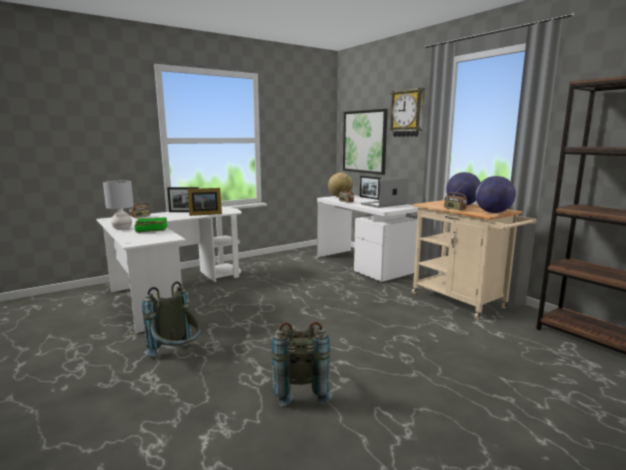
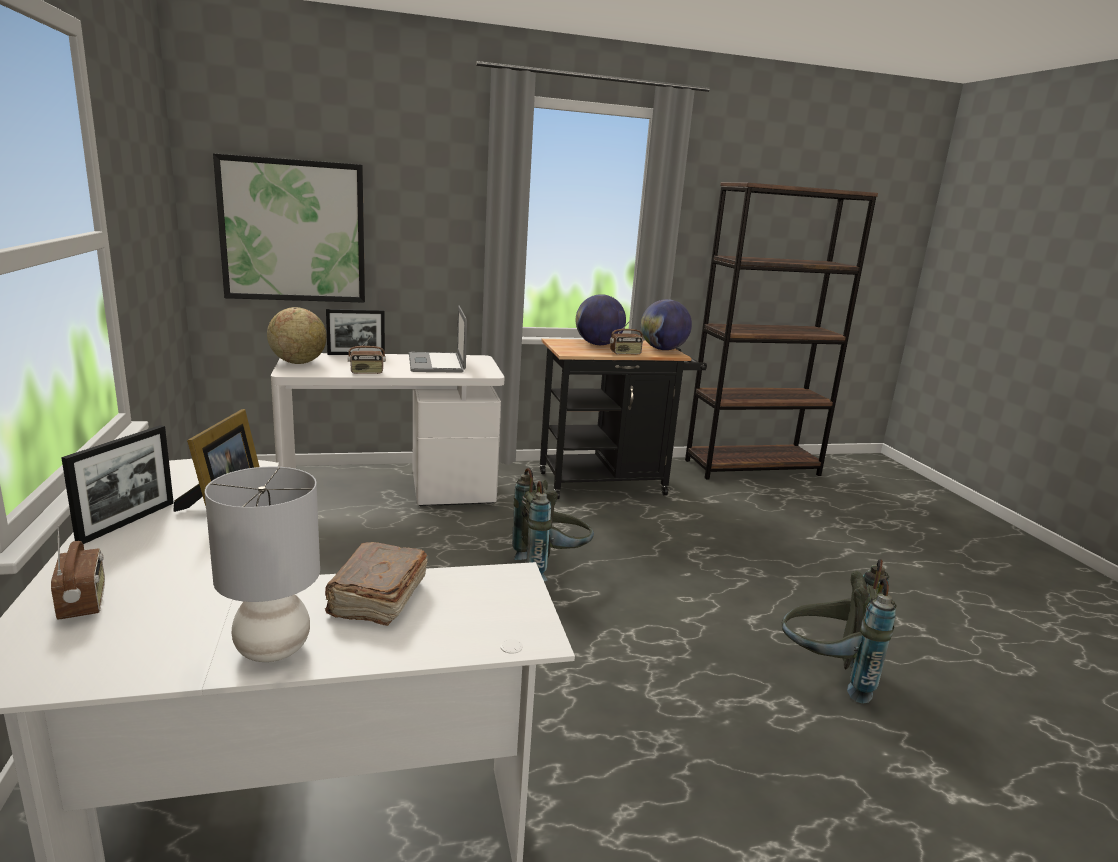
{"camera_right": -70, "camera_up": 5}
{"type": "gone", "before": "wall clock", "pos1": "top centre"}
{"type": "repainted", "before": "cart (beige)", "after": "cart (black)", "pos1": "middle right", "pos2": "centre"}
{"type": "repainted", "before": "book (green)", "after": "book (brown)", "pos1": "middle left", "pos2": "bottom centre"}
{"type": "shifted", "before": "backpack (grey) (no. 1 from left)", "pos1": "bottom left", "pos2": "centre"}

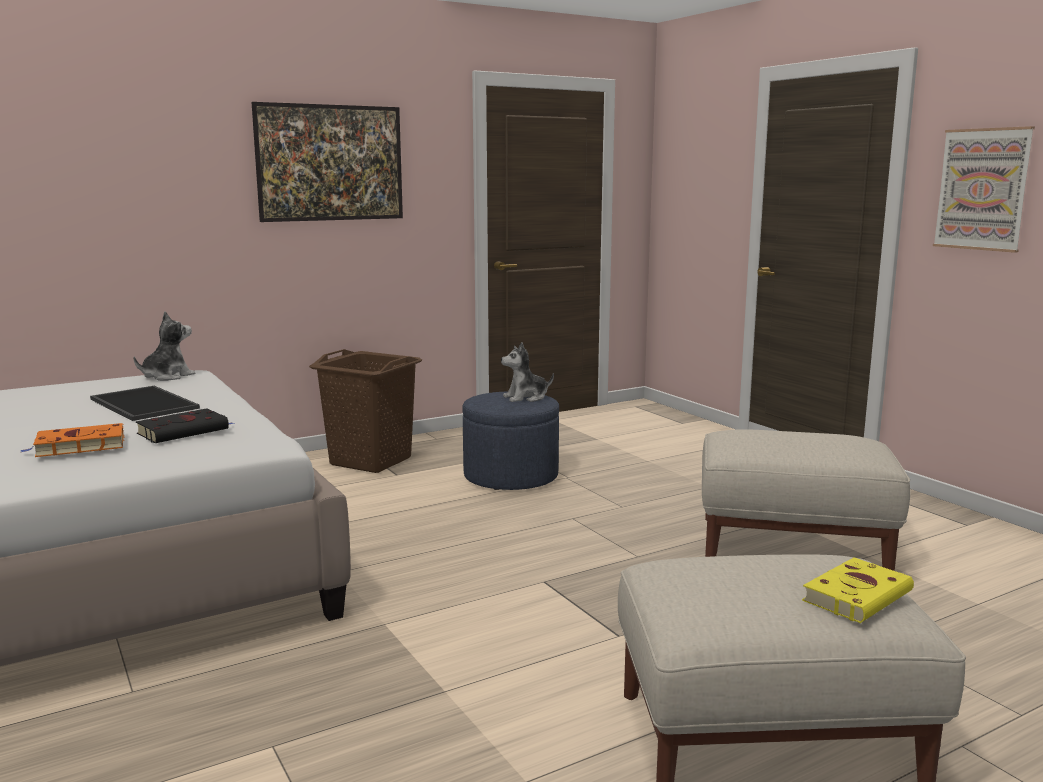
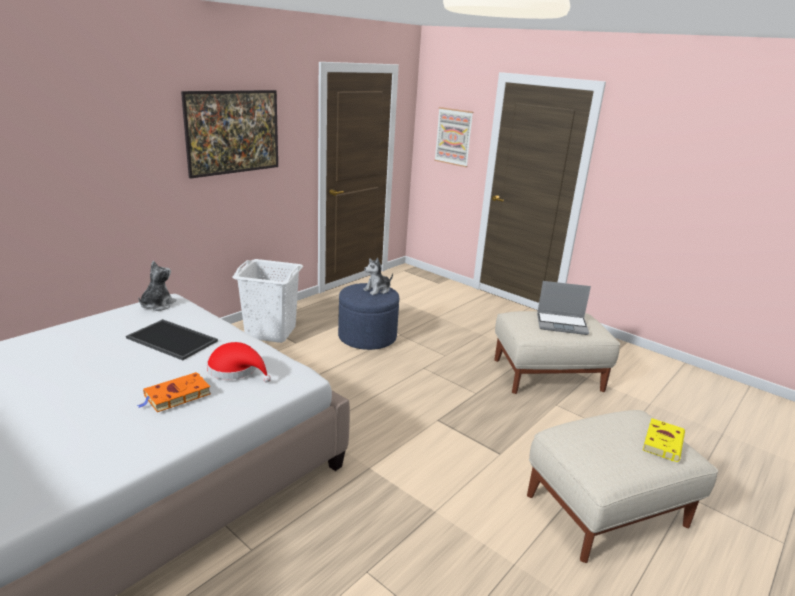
{"camera_right": -20, "camera_up": 10}
{"type": "shifted", "before": "picture (no. 2 from left)", "pos1": "top right", "pos2": "top centre"}
{"type": "repainted", "before": "laundry basket (brown)", "after": "laundry basket (white)", "pos1": "centre", "pos2": "centre"}
{"type": "swapped", "before": "book (black)", "after": "hat (red)", "pos1": "middle left", "pos2": "middle left"}
{"type": "new", "after": "laptop", "pos2": "middle right"}

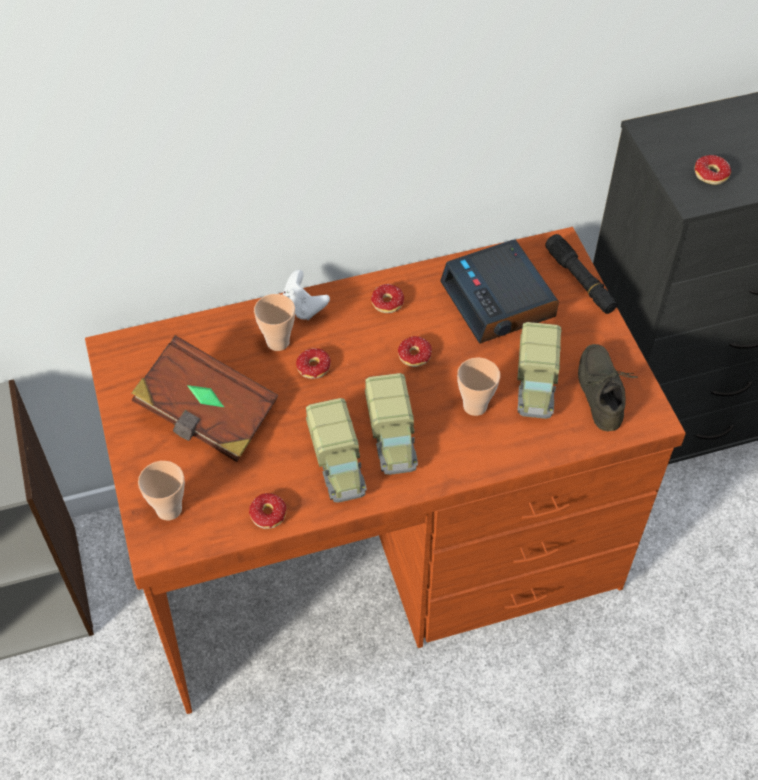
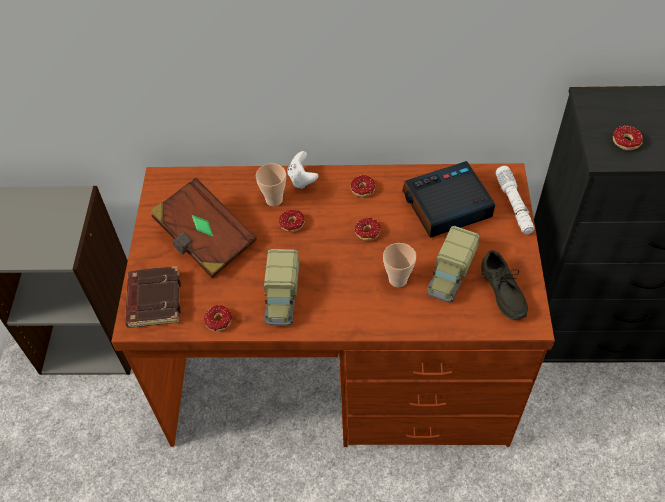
{"camera_right": 20, "camera_up": 0}
{"type": "repainted", "before": "flashlight (black)", "after": "flashlight (white)", "pos1": "middle right", "pos2": "middle right"}
{"type": "rotated", "before": "alarm clock", "pos1": "centre", "pos2": "middle right", "turn": 75}
{"type": "rotated", "before": "shoe (grey)", "pos1": "middle right", "pos2": "middle right", "turn": 150}
{"type": "gone", "before": "toy truck (no. 2 from left)", "pos1": "centre"}
{"type": "swapped", "before": "cup (no. 1 from left)", "after": "book (brown) (no. 1 from left)", "pos1": "middle left", "pos2": "middle left"}

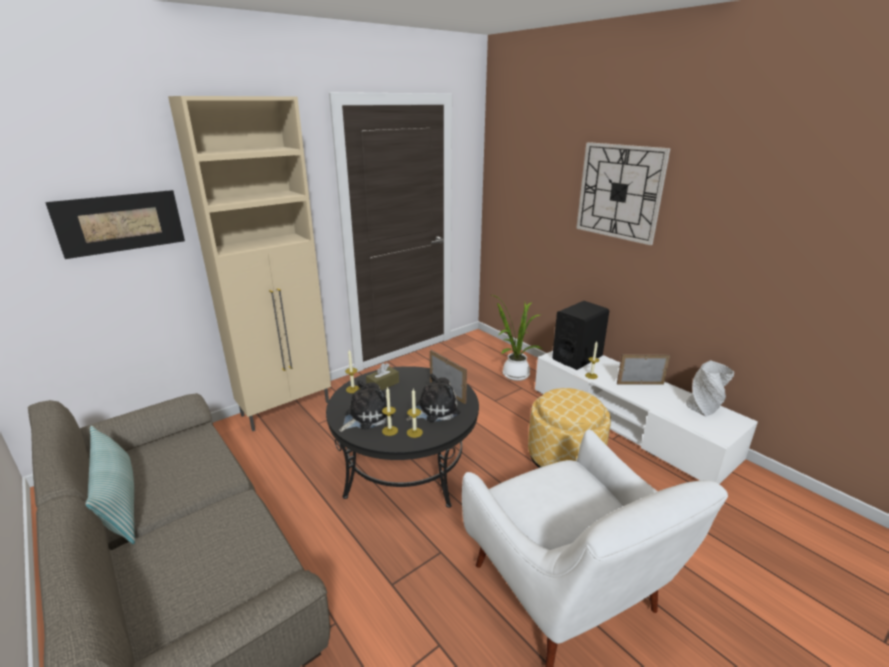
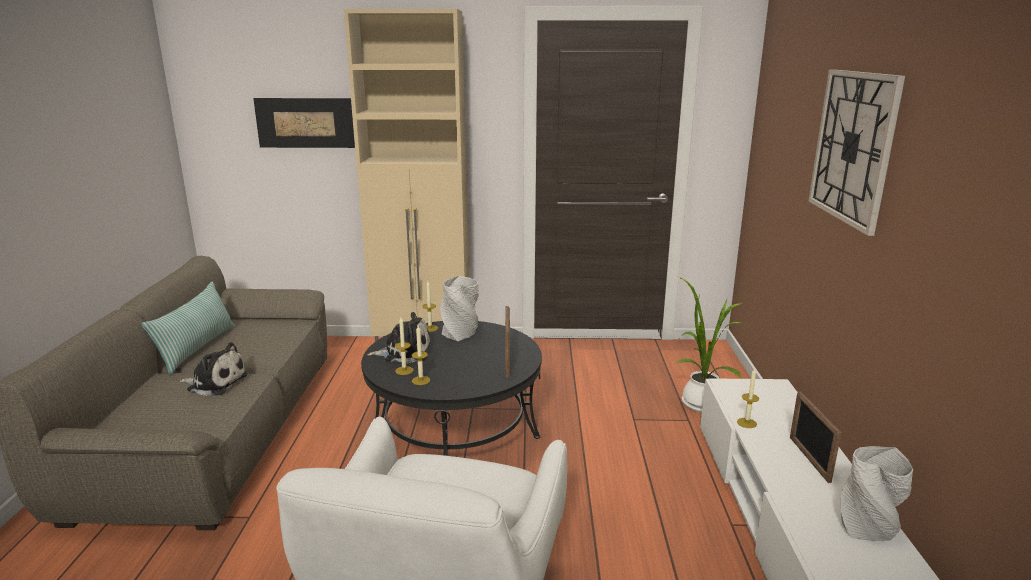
{"camera_right": 40, "camera_up": -5}
{"type": "gone", "before": "speaker (black)", "pos1": "centre"}
{"type": "rotated", "before": "picture frame (no. 2 from left)", "pos1": "middle right", "pos2": "bottom right", "turn": -135}
{"type": "swapped", "before": "tissue box (brown)", "after": "vase (grey) (no. 1 from left)", "pos1": "centre", "pos2": "centre"}
{"type": "shifted", "before": "plush toy (no. 2 from left in the first image)", "after": "plush toy (no. 1 from left)", "pos1": "centre", "pos2": "middle left"}
{"type": "gone", "before": "ottoman", "pos1": "centre"}

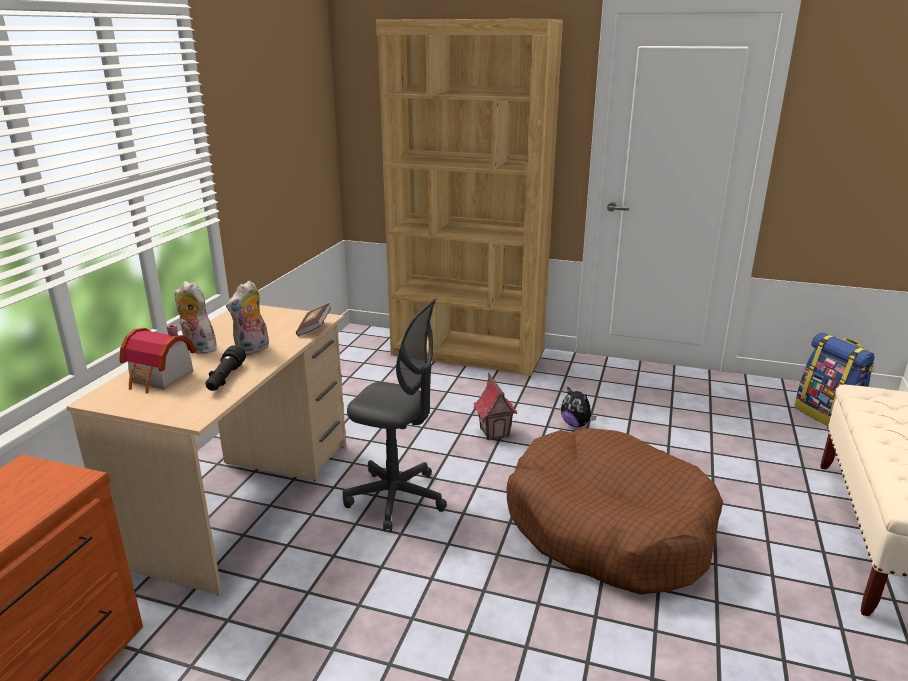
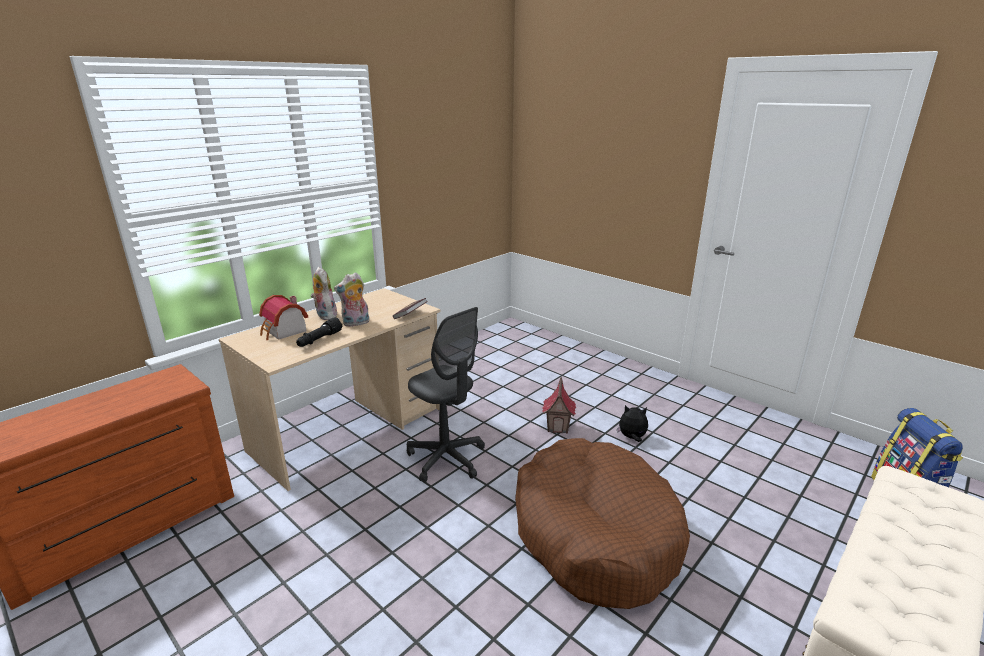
{"camera_right": 25, "camera_up": 0}
{"type": "gone", "before": "bookcase (brown)", "pos1": "top centre"}
{"type": "rotated", "before": "plush toy (no. 3 from left)", "pos1": "centre", "pos2": "centre", "turn": 120}

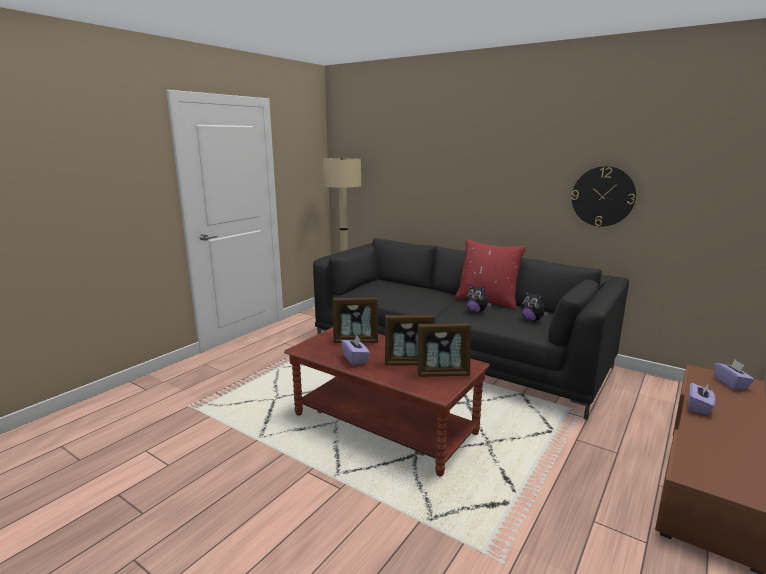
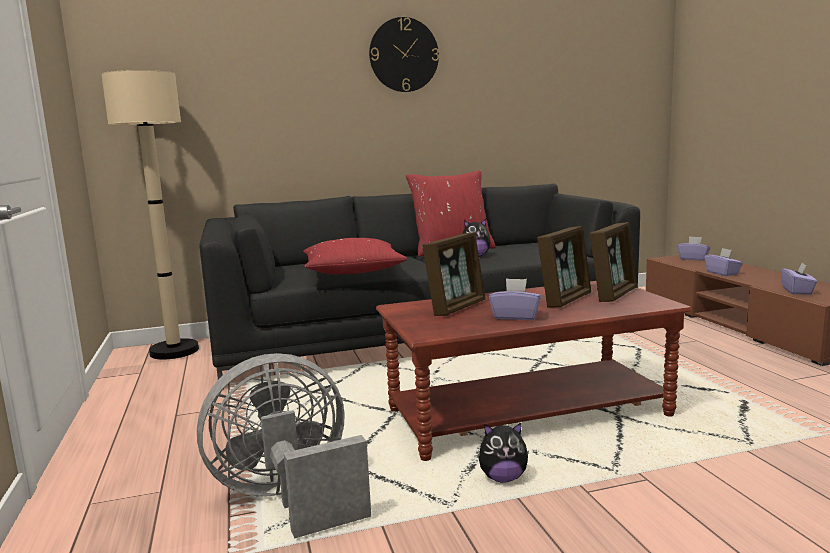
{"camera_right": -50, "camera_up": -5}
{"type": "shifted", "before": "wall clock", "pos1": "middle right", "pos2": "top centre"}
{"type": "shifted", "before": "plush toy (no. 2 from left)", "pos1": "middle right", "pos2": "bottom centre"}
{"type": "new", "after": "pillow (red) (no. 1 from left)", "pos2": "centre"}
{"type": "new", "after": "tissue box (purple) (no. 4 from left)", "pos2": "middle right"}
{"type": "new", "after": "fan (grey)", "pos2": "bottom centre"}

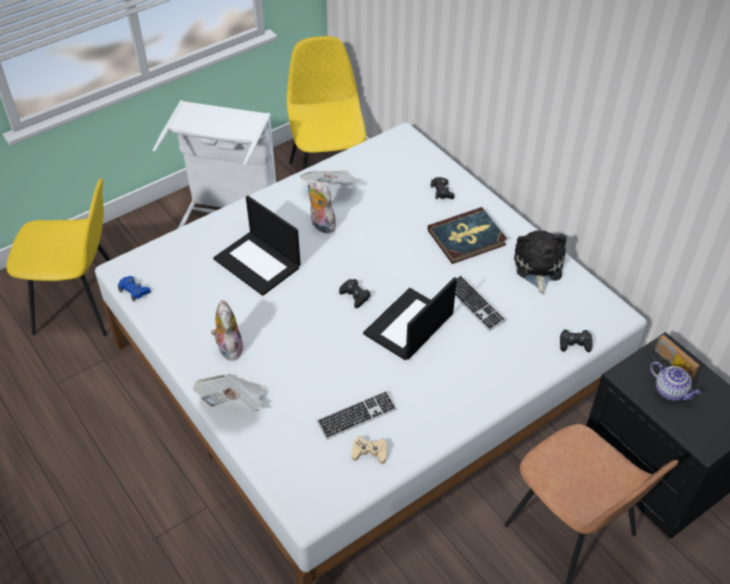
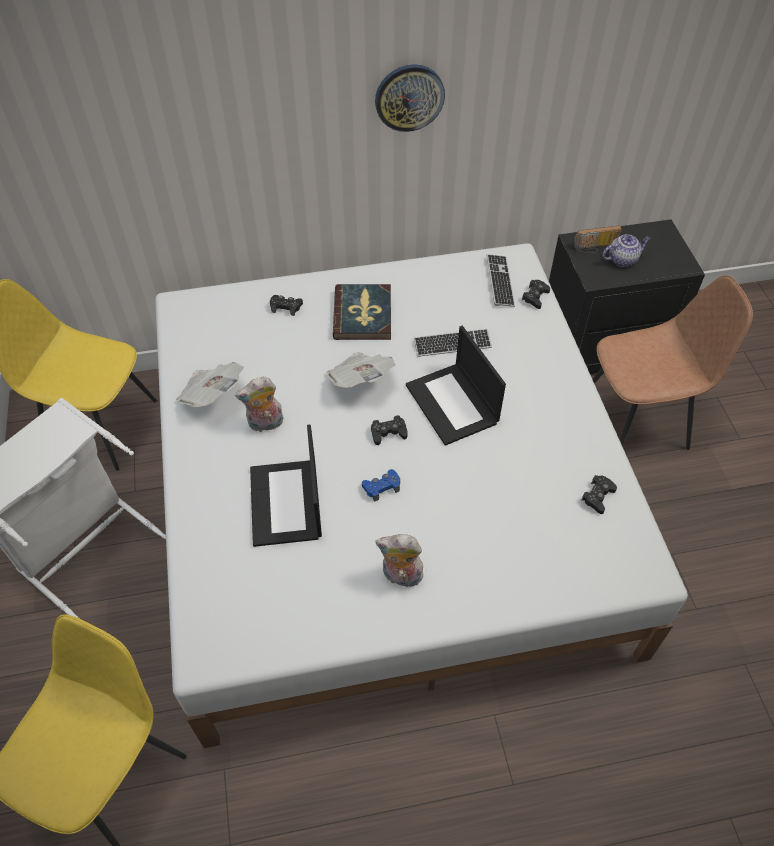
{"camera_right": -65, "camera_up": 5}
{"type": "rotated", "before": "laptop (no. 1 from left)", "pos1": "centre", "pos2": "centre", "turn": 105}
{"type": "gone", "before": "plush toy (no. 3 from left)", "pos1": "middle right"}
{"type": "shifted", "before": "game controller (blue)", "pos1": "middle left", "pos2": "centre"}
{"type": "shifted", "before": "newspaper (no. 1 from left in the first image)", "after": "newspaper (no. 2 from left)", "pos1": "bottom left", "pos2": "centre"}
{"type": "shifted", "before": "keyboard (no. 1 from left in the first image)", "after": "keyboard (no. 2 from left)", "pos1": "bottom centre", "pos2": "top centre"}
{"type": "repainted", "before": "game controller (beige)", "after": "game controller (black) (no. 4 from left)", "pos1": "bottom centre", "pos2": "middle right"}
{"type": "new", "after": "wall clock", "pos2": "top centre"}

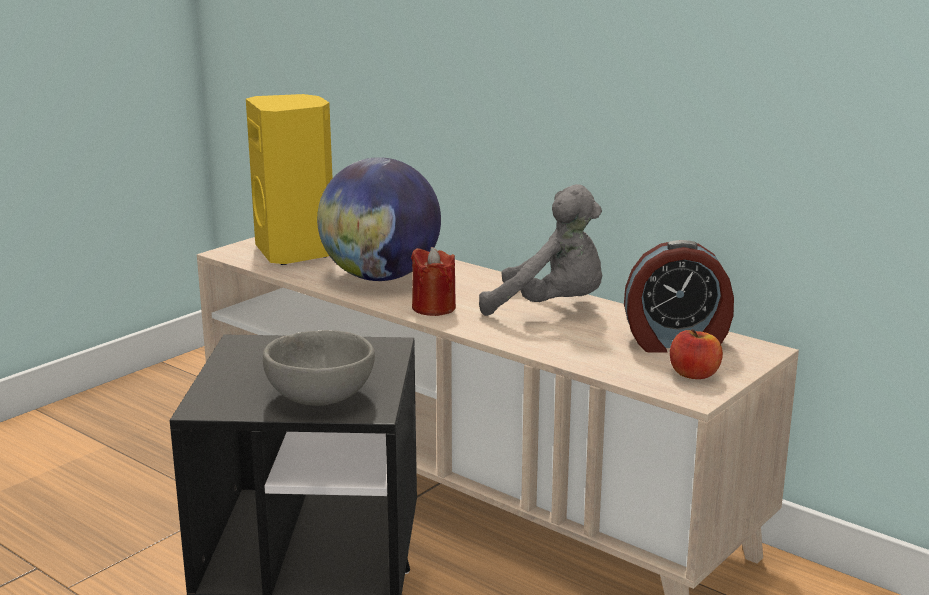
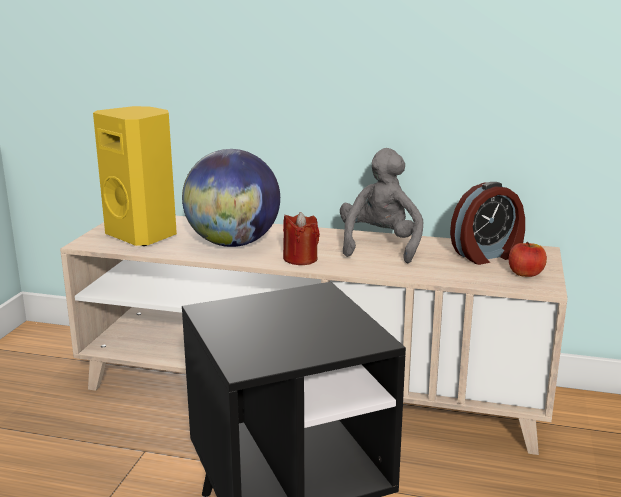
{"camera_right": -25, "camera_up": 0}
{"type": "rotated", "before": "plush toy (grey)", "pos1": "centre", "pos2": "centre", "turn": -75}
{"type": "gone", "before": "bowl (grey)", "pos1": "centre"}

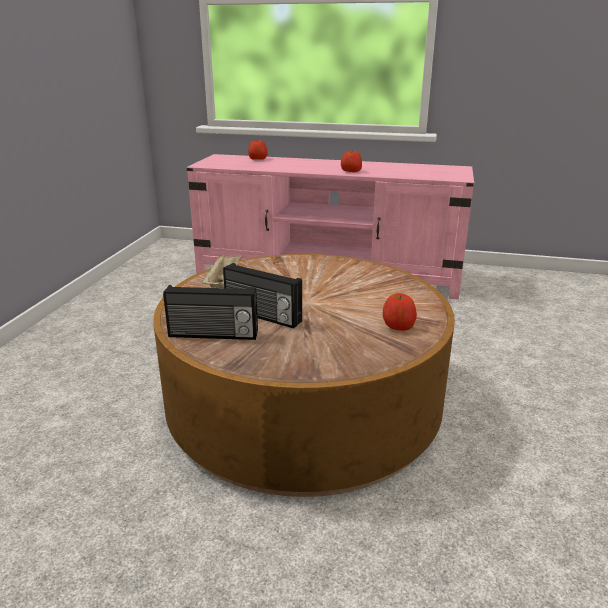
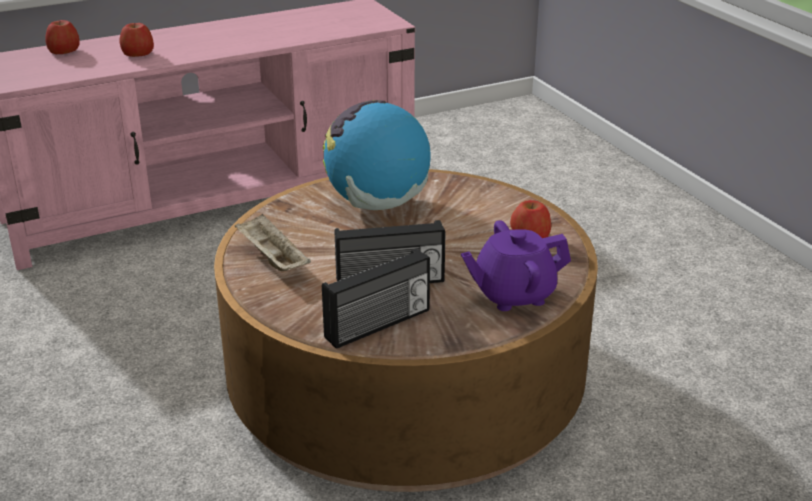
{"camera_right": -40, "camera_up": 5}
{"type": "shifted", "before": "apple (no. 2 from left)", "pos1": "top centre", "pos2": "top left"}
{"type": "new", "after": "globe", "pos2": "top centre"}
{"type": "new", "after": "teapot (purple)", "pos2": "centre"}

